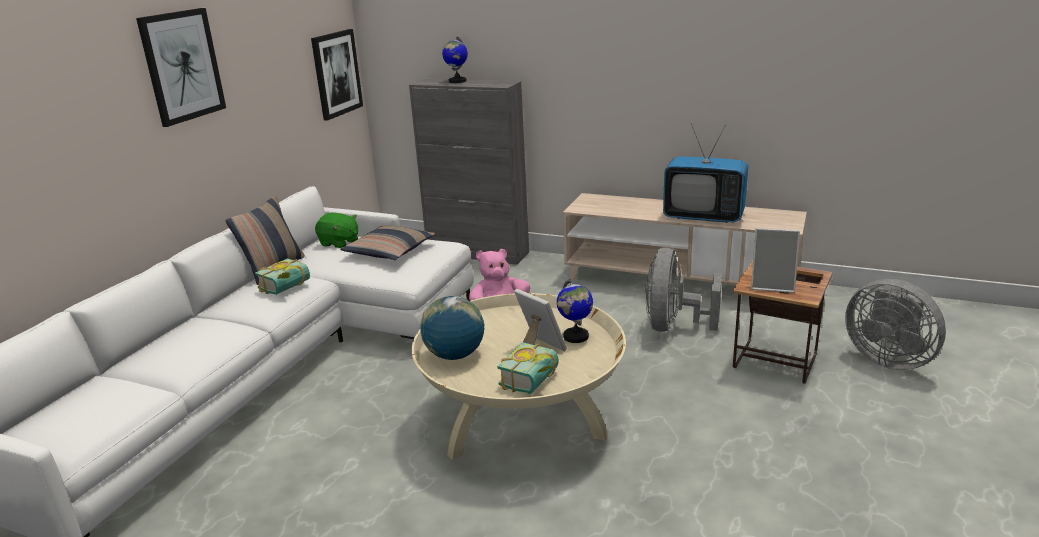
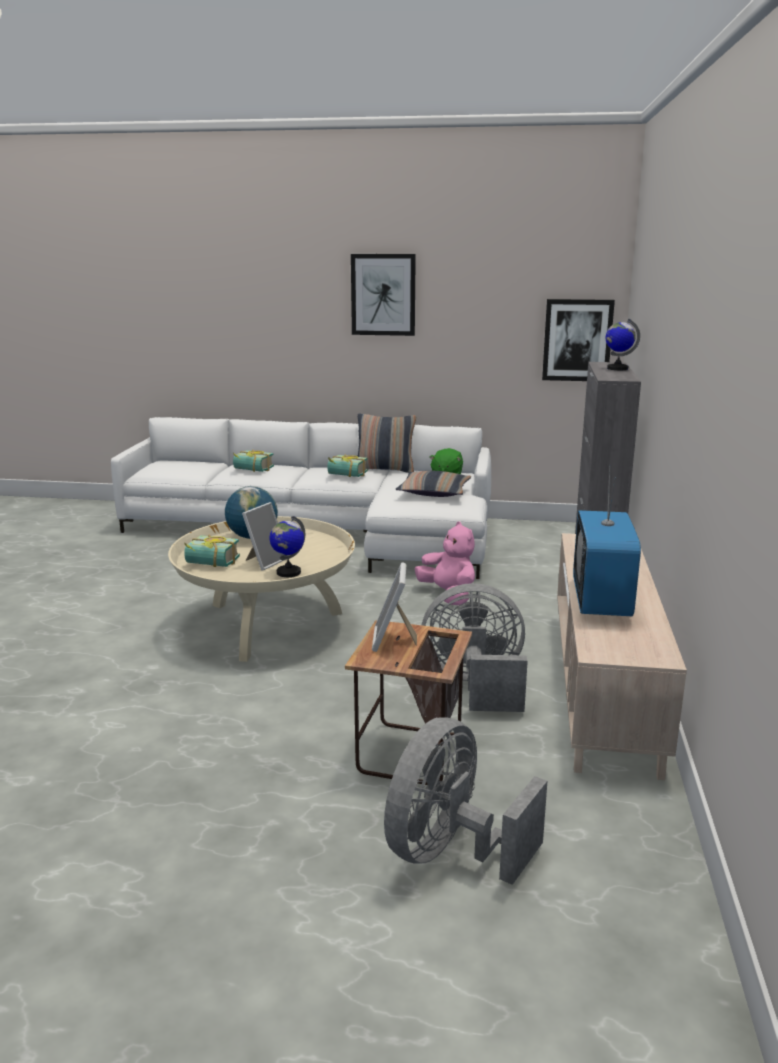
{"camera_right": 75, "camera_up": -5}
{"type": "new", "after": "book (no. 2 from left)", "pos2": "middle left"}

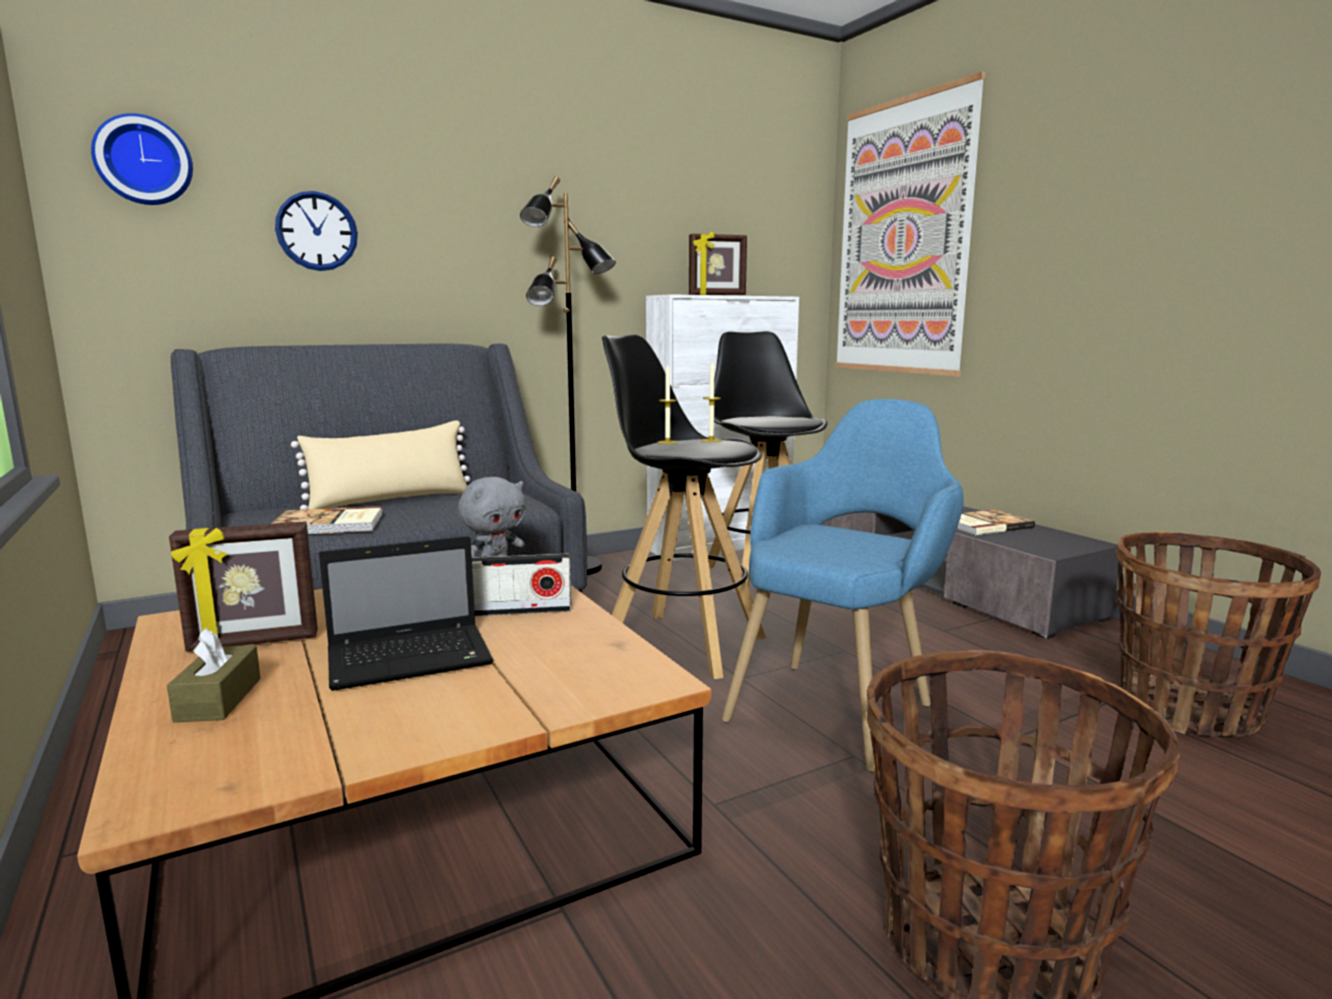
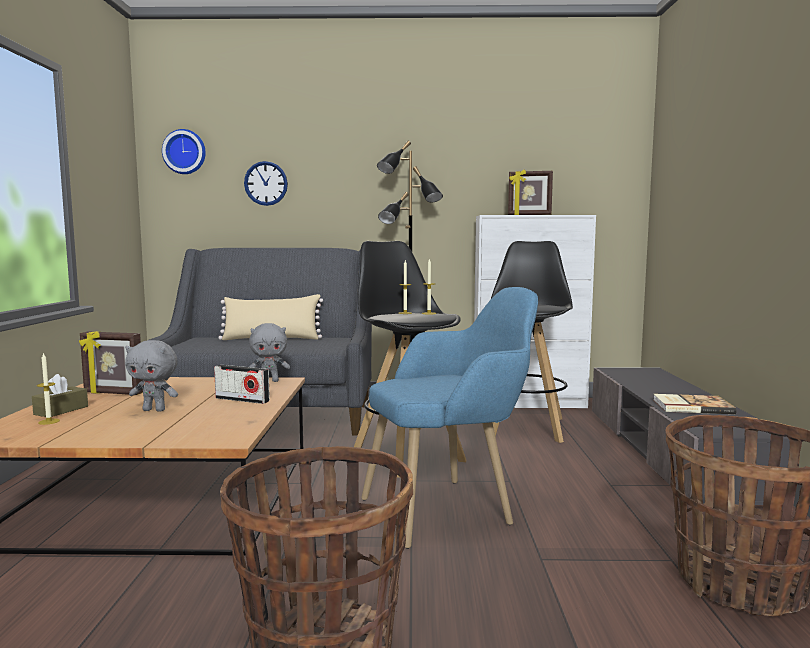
{"camera_right": 30, "camera_up": -5}
{"type": "gone", "before": "picture", "pos1": "top right"}
{"type": "gone", "before": "book (no. 1 from left)", "pos1": "middle left"}
{"type": "swapped", "before": "laptop", "after": "plush toy (grey) (no. 1 from left)", "pos1": "middle left", "pos2": "middle left"}
{"type": "new", "after": "candle (no. 1 from left)", "pos2": "middle left"}

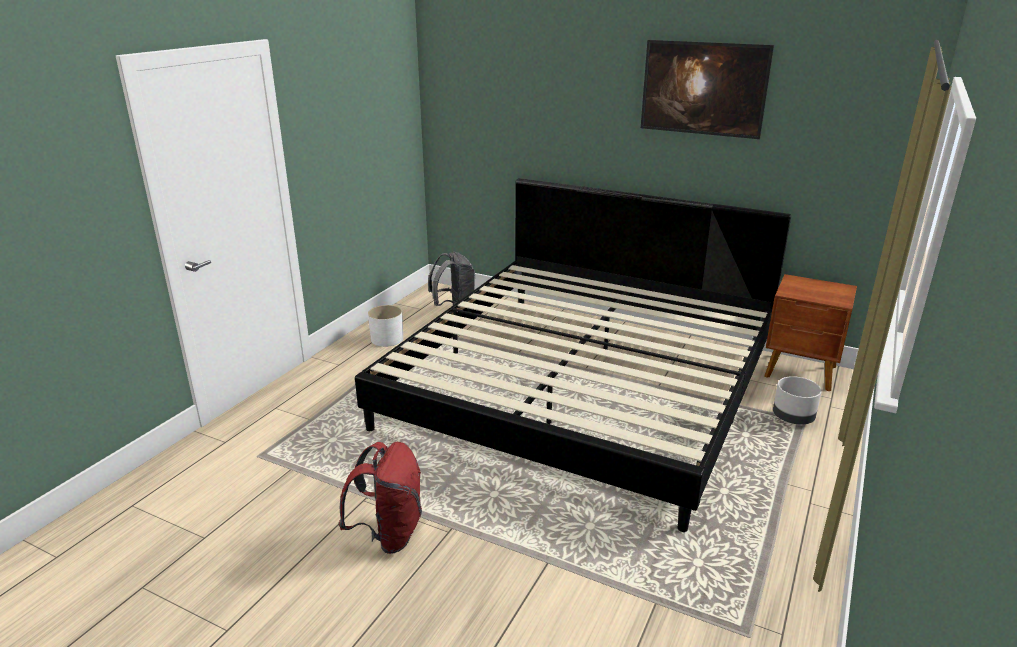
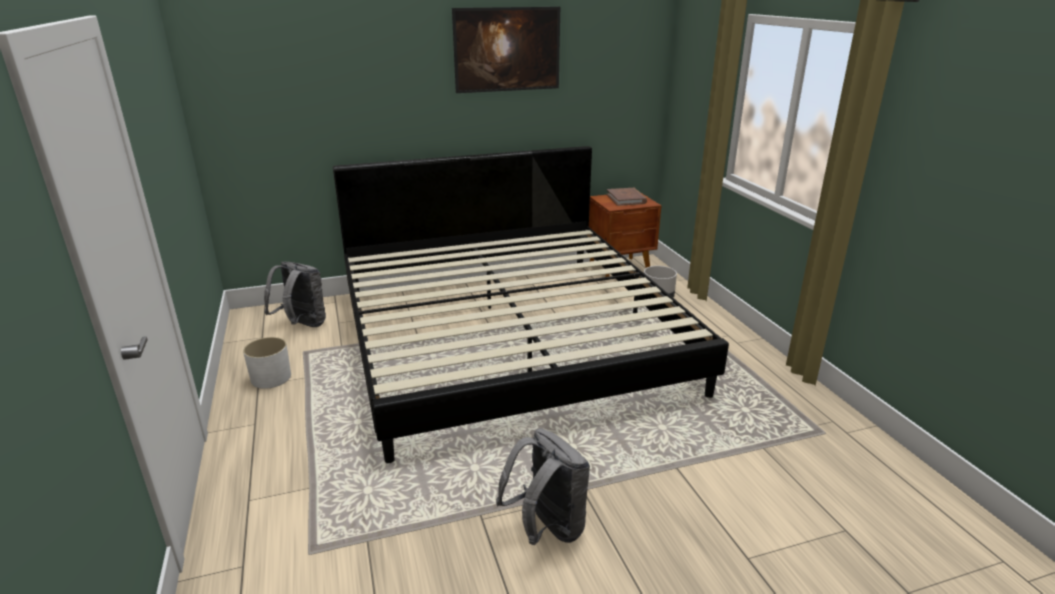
{"camera_right": -45, "camera_up": 0}
{"type": "repainted", "before": "backpack (red)", "after": "backpack (grey) (no. 2 from left)", "pos1": "bottom centre", "pos2": "bottom centre"}
{"type": "new", "after": "book (brown)", "pos2": "top centre"}

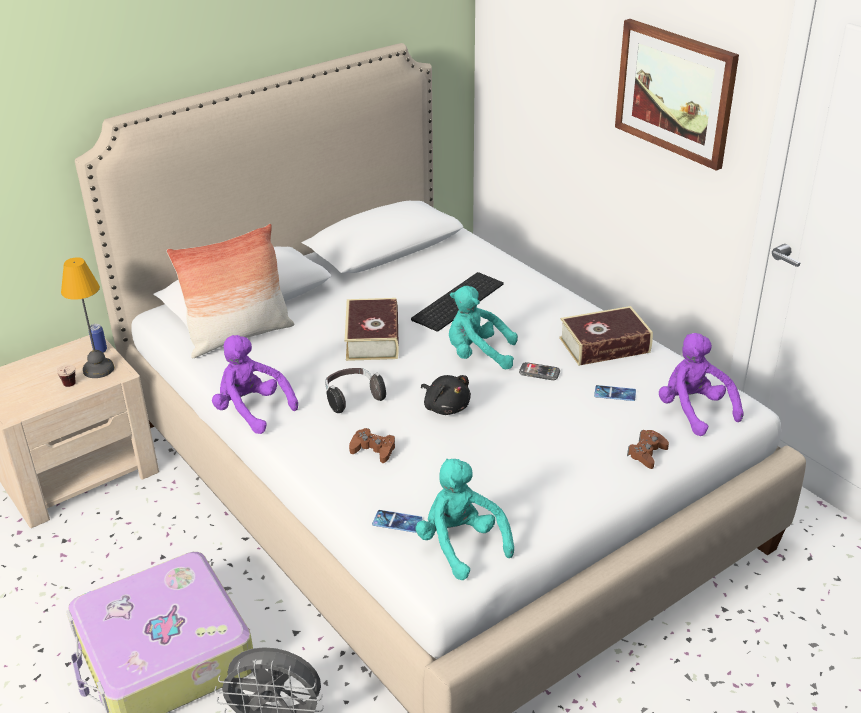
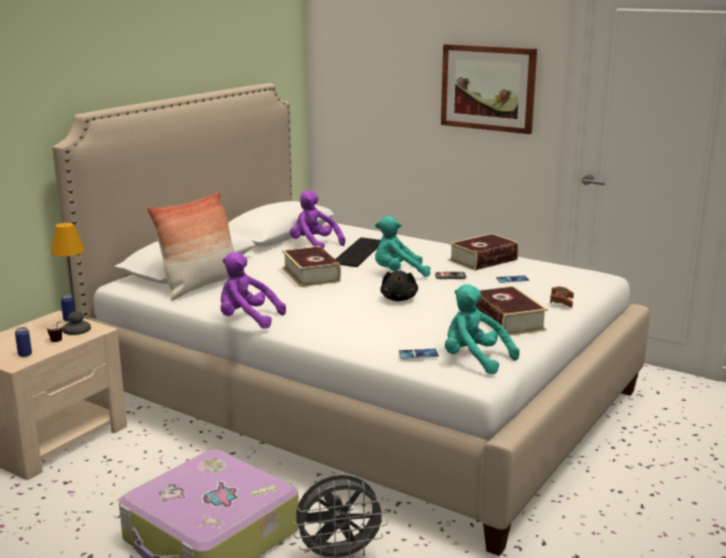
{"camera_right": -20, "camera_up": -15}
{"type": "shifted", "before": "plush toy (purple) (no. 2 from left)", "pos1": "middle right", "pos2": "centre"}
{"type": "gone", "before": "headphones", "pos1": "centre"}
{"type": "rotated", "before": "plush toy (black)", "pos1": "centre", "pos2": "centre", "turn": 60}
{"type": "gone", "before": "game controller (brown) (no. 1 from left)", "pos1": "centre"}
{"type": "new", "after": "book (no. 3 from left)", "pos2": "middle right"}
{"type": "new", "after": "can (no. 1 from left)", "pos2": "middle left"}

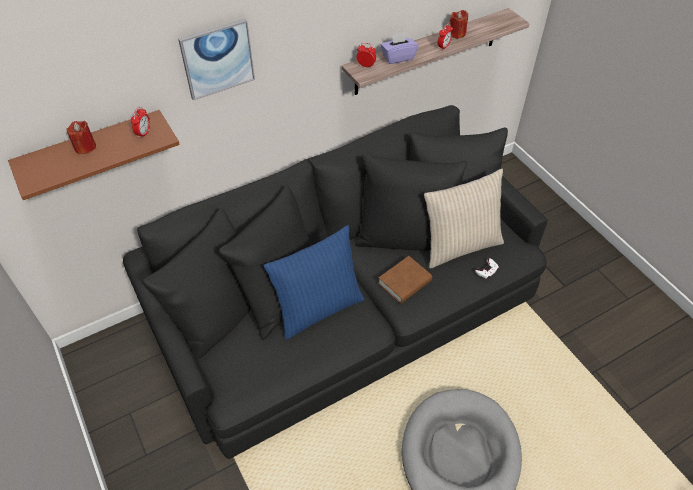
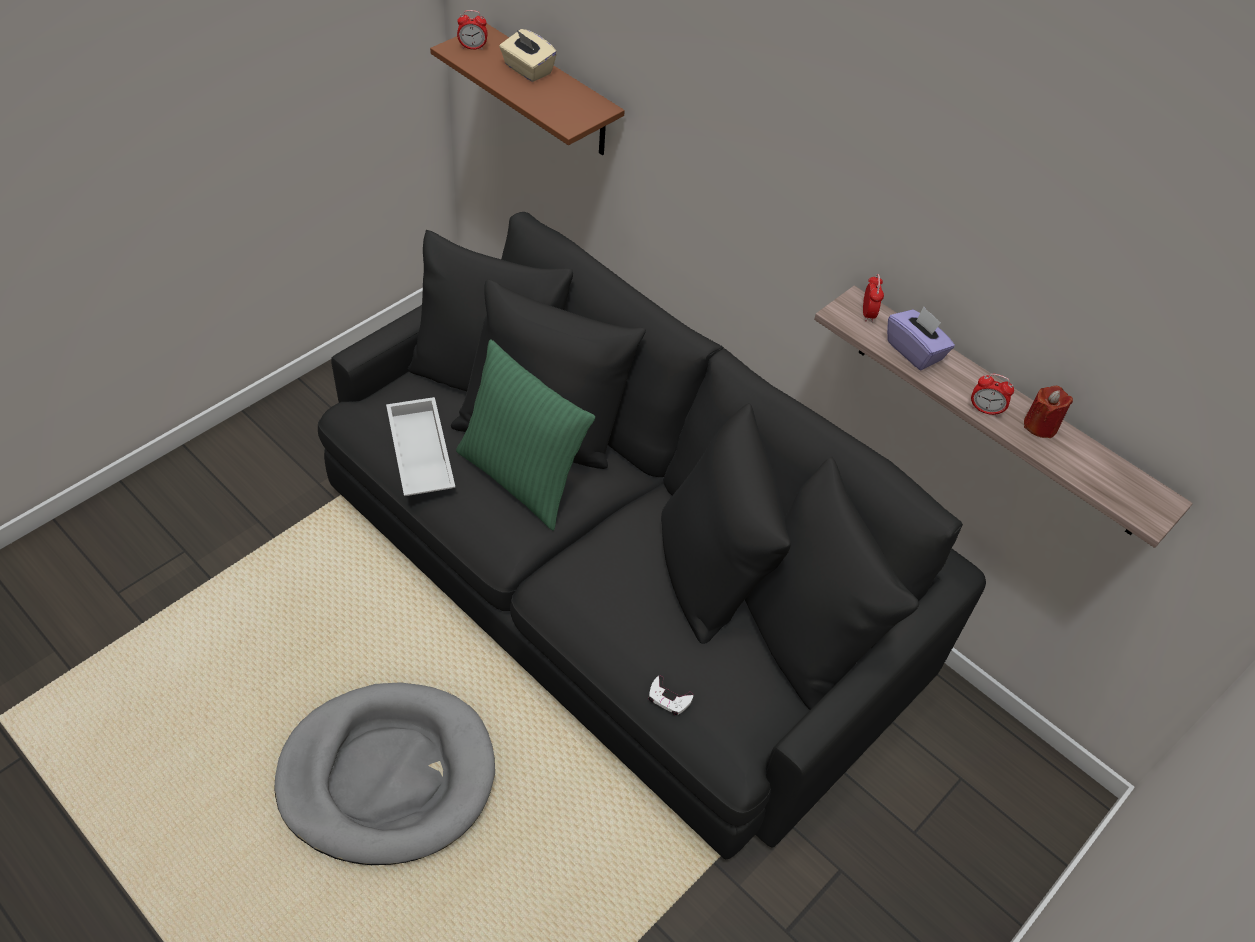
{"camera_right": 70, "camera_up": 0}
{"type": "gone", "before": "picture", "pos1": "top left"}
{"type": "shifted", "before": "alarm clock (no. 1 from left)", "pos1": "top left", "pos2": "top centre"}
{"type": "swapped", "before": "candle (red) (no. 1 from left)", "after": "tissue box (beige)", "pos1": "top left", "pos2": "top centre"}
{"type": "gone", "before": "pillow (beige)", "pos1": "middle right"}
{"type": "repainted", "before": "pillow (blue)", "after": "pillow (green)", "pos1": "centre", "pos2": "centre"}
{"type": "gone", "before": "book (brown)", "pos1": "centre"}
{"type": "new", "after": "tray (white)", "pos2": "centre"}

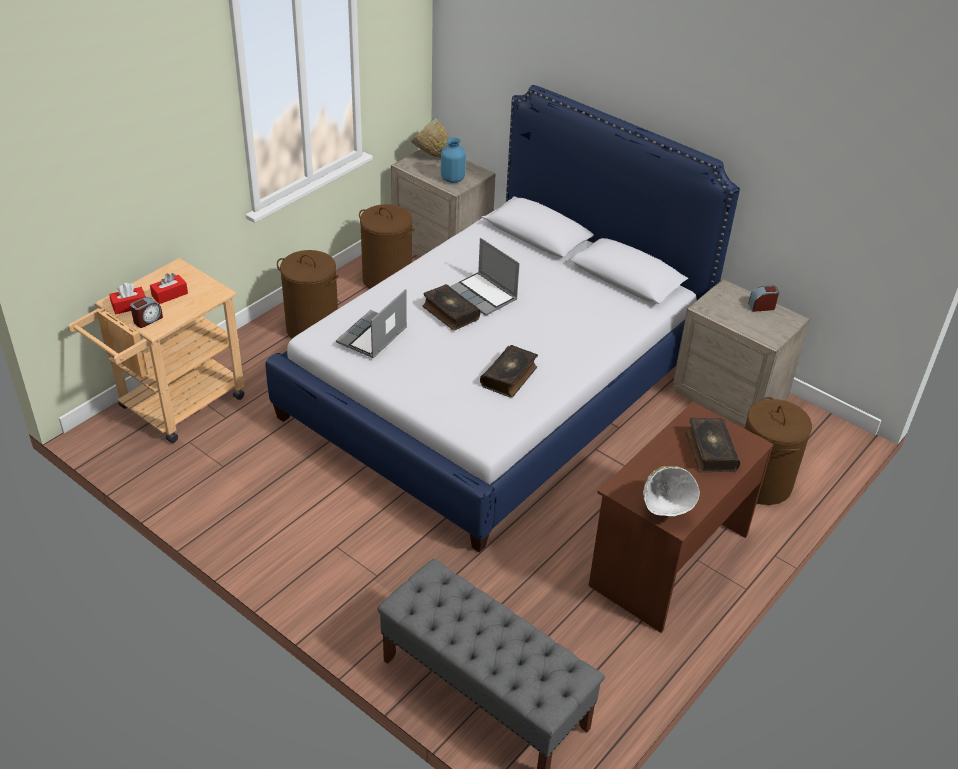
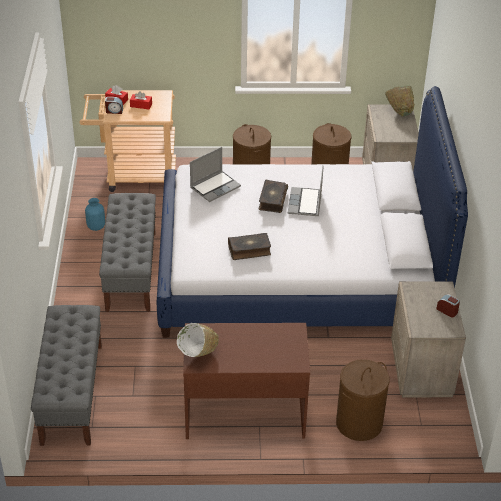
{"camera_right": 50, "camera_up": 0}
{"type": "shifted", "before": "vase (blue)", "pos1": "top centre", "pos2": "middle left"}
{"type": "rotated", "before": "laptop (no. 1 from left)", "pos1": "centre", "pos2": "centre", "turn": 150}
{"type": "gone", "before": "book (no. 3 from left)", "pos1": "middle right"}
{"type": "new", "after": "bench (grey) (no. 2 from left)", "pos2": "middle left"}

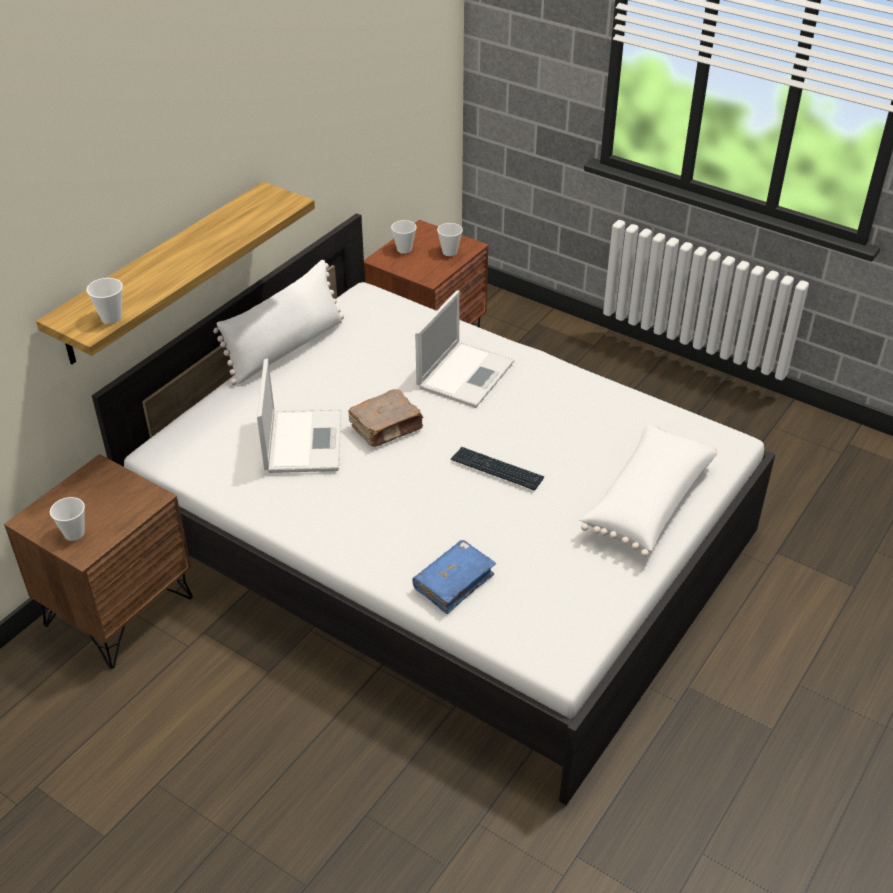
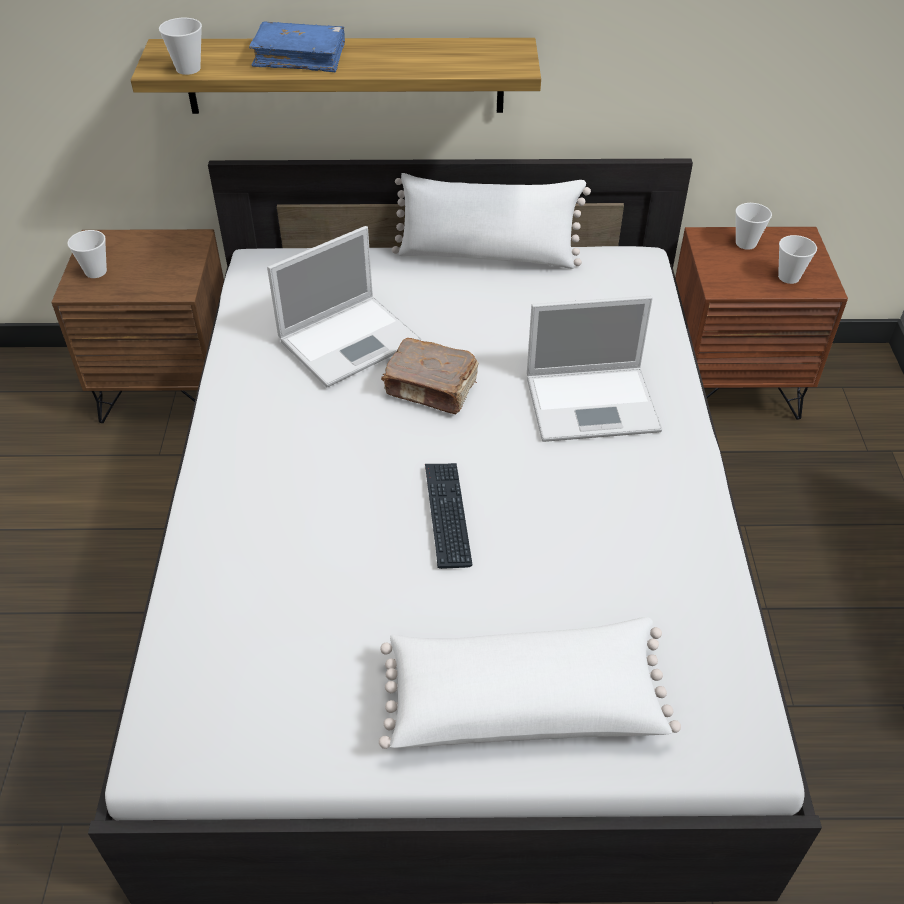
{"camera_right": 55, "camera_up": 5}
{"type": "shifted", "before": "book (blue)", "pos1": "centre", "pos2": "top left"}

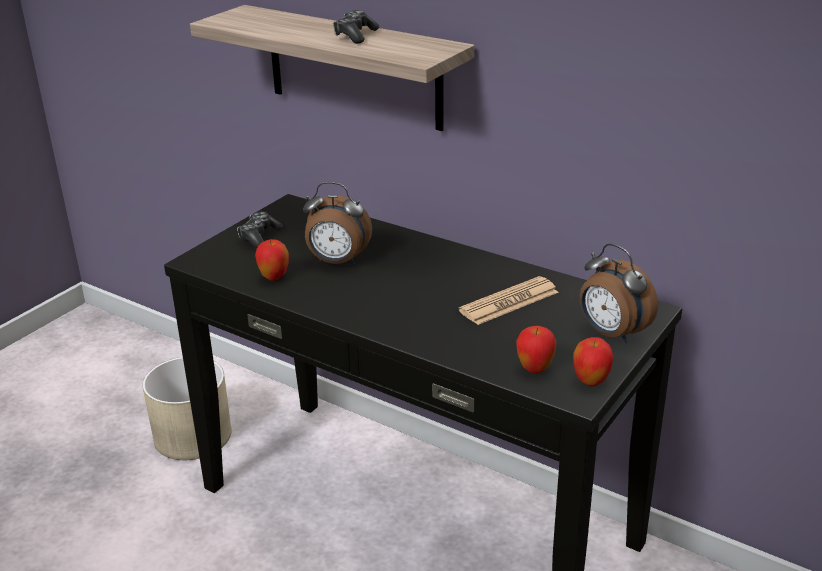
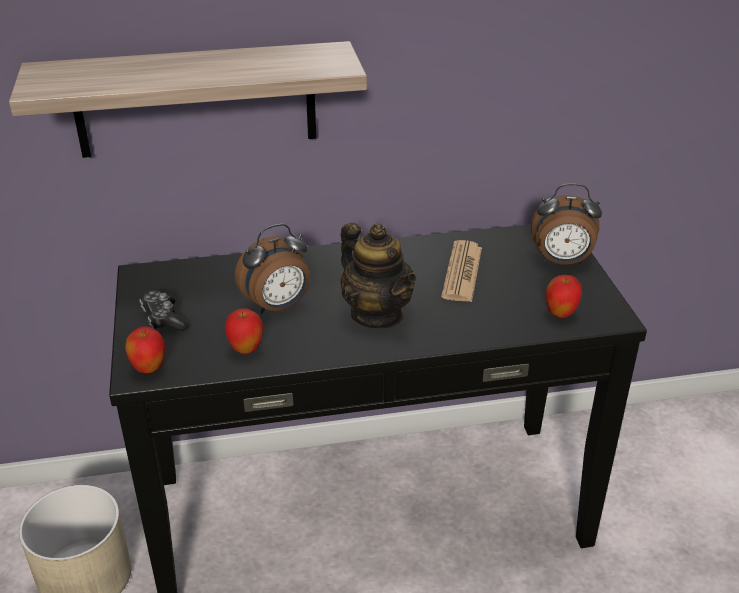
{"camera_right": -45, "camera_up": 5}
{"type": "gone", "before": "game controller (no. 2 from left)", "pos1": "top centre"}
{"type": "shifted", "before": "apple (no. 3 from left in the first image)", "after": "apple (no. 1 from left)", "pos1": "middle right", "pos2": "middle left"}
{"type": "new", "after": "teapot", "pos2": "centre"}

